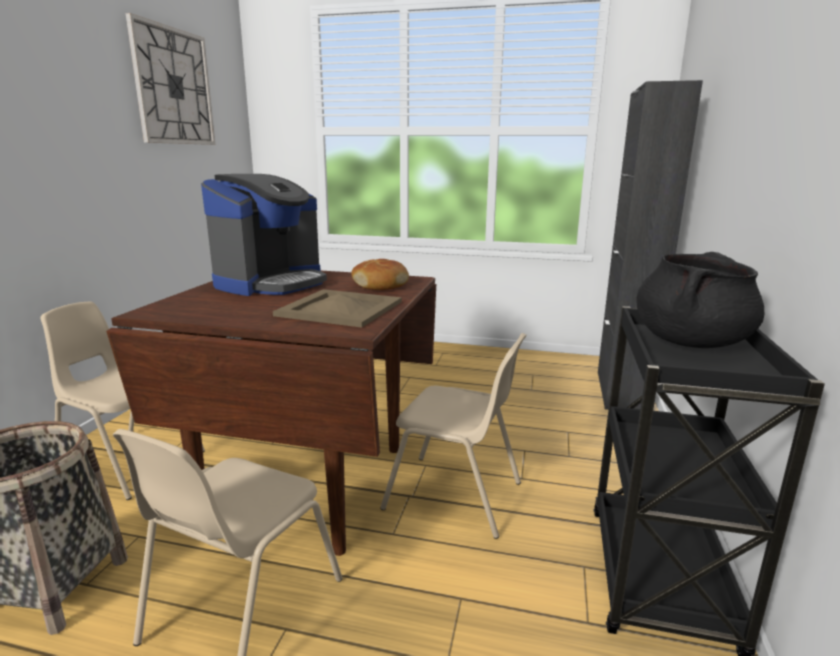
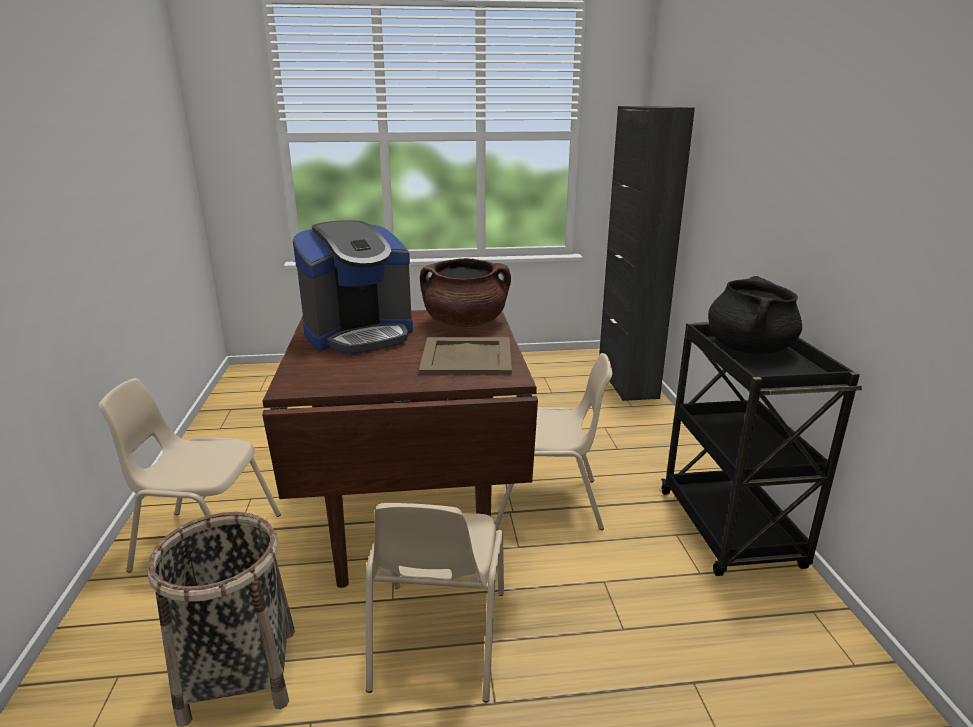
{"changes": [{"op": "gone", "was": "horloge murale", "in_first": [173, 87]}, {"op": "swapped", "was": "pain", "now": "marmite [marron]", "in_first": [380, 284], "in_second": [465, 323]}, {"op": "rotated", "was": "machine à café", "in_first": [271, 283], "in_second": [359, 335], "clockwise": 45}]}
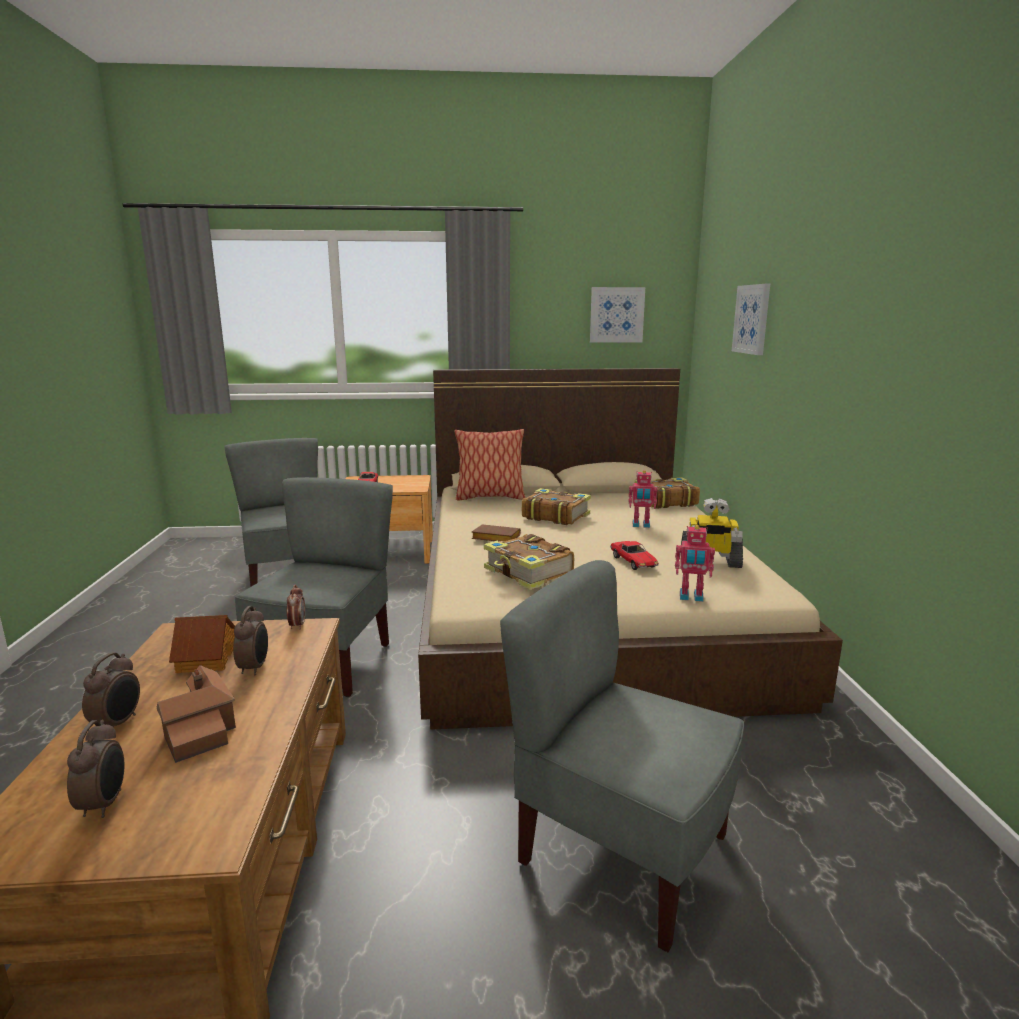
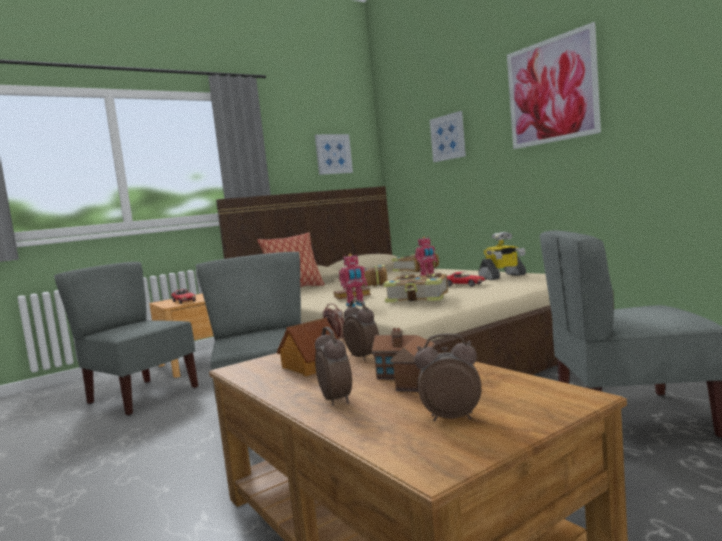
{"changes": [{"op": "new", "now": "tableau", "in_second": [551, 91]}, {"op": "shifted", "was": "robot jouet", "in_first": [691, 597], "in_second": [356, 305]}, {"op": "rotated", "was": "réveil", "in_first": [105, 804], "in_second": [451, 417], "clockwise": -45}]}
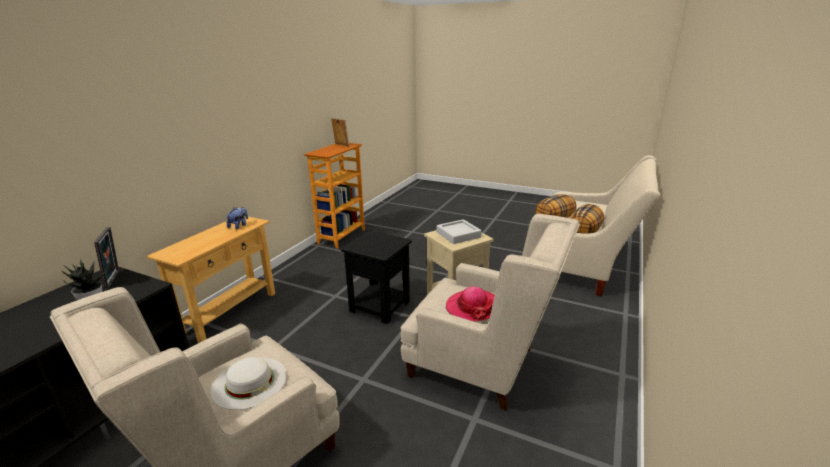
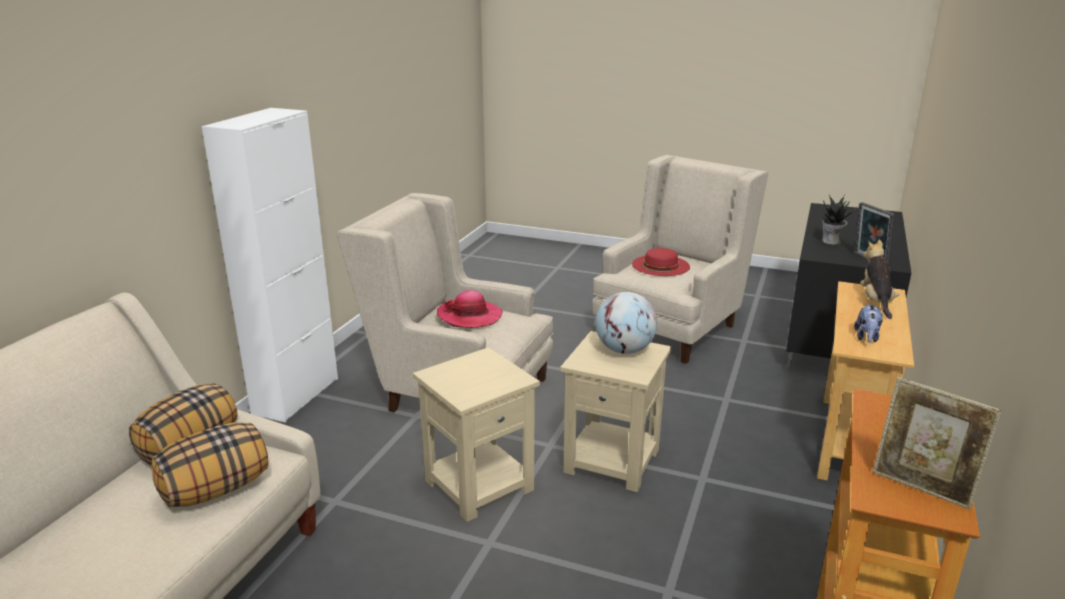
{"changes": [{"op": "gone", "was": "plateau [gris]", "in_first": [458, 235]}, {"op": "new", "now": "meuble de rangement [blanc]", "in_second": [296, 396]}, {"op": "new", "now": "globe", "in_second": [624, 350]}, {"op": "new", "now": "peluche", "in_second": [875, 302]}, {"op": "repainted", "was": "chapeau [blanc]", "now": "chapeau [rouge]", "in_first": [250, 382], "in_second": [660, 265]}, {"op": "repainted", "was": "table d'appoint [noir]", "now": "table d'appoint [beige]", "in_first": [379, 306], "in_second": [613, 461]}]}
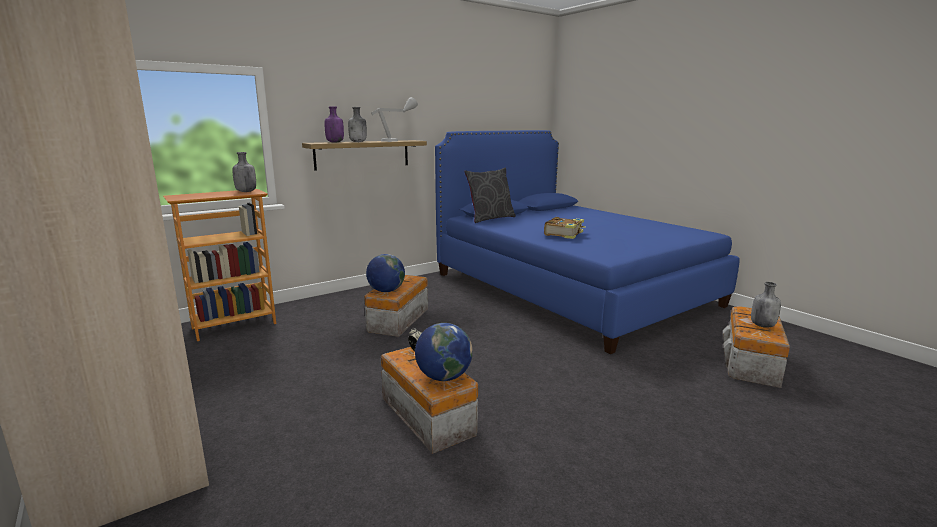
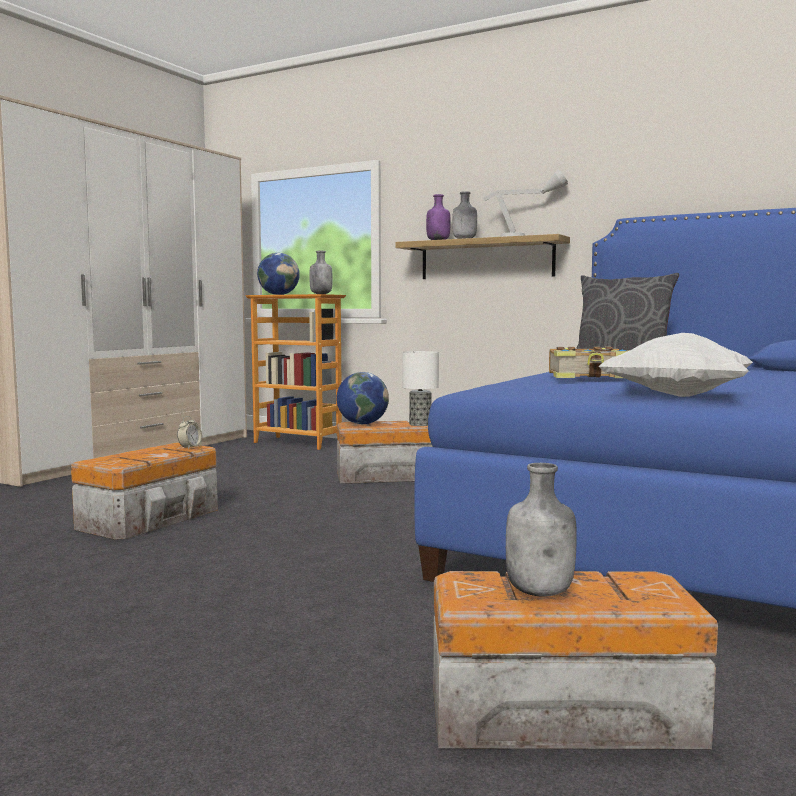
{"changes": [{"op": "new", "now": "lampe de table", "in_second": [419, 424]}, {"op": "new", "now": "coussin [blanc]", "in_second": [677, 395]}, {"op": "shifted", "was": "globe", "in_first": [443, 377], "in_second": [278, 295]}]}
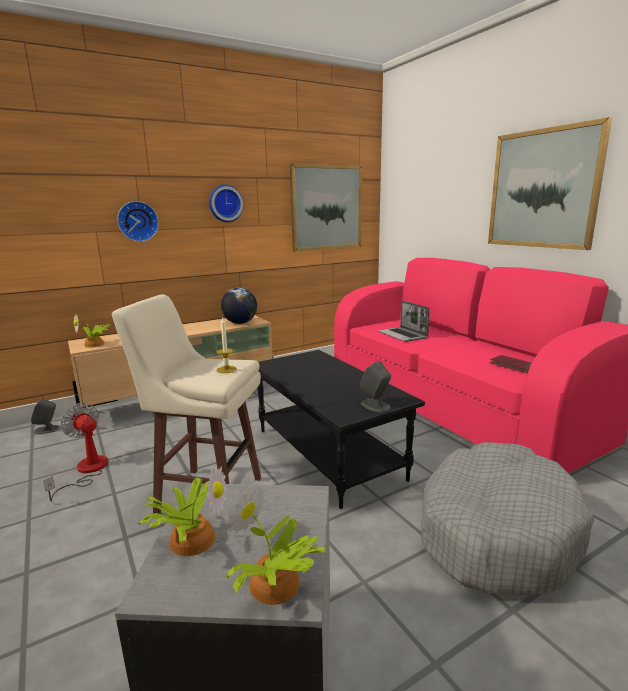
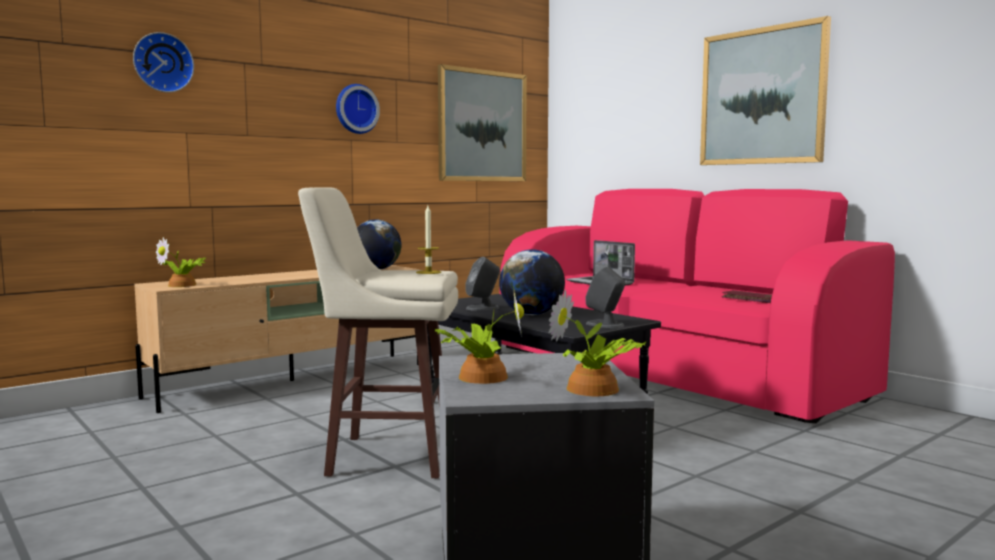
{"changes": [{"op": "gone", "was": "ventilateur", "in_first": [86, 471]}, {"op": "gone", "was": "panier pour chien [gris]", "in_first": [495, 530]}, {"op": "new", "now": "globe", "in_second": [531, 314]}, {"op": "shifted", "was": "enceinte [gris]", "in_first": [47, 429], "in_second": [483, 308]}, {"op": "shifted", "was": "horloge murale", "in_first": [137, 221], "in_second": [162, 63]}]}
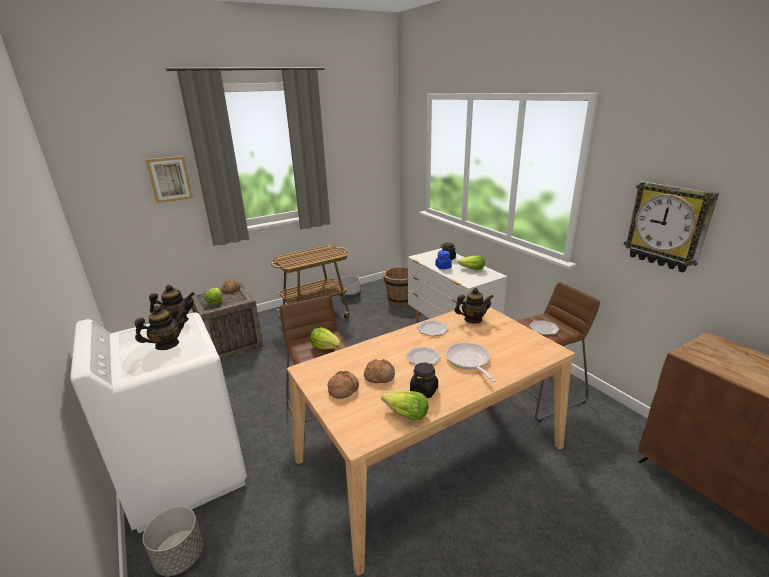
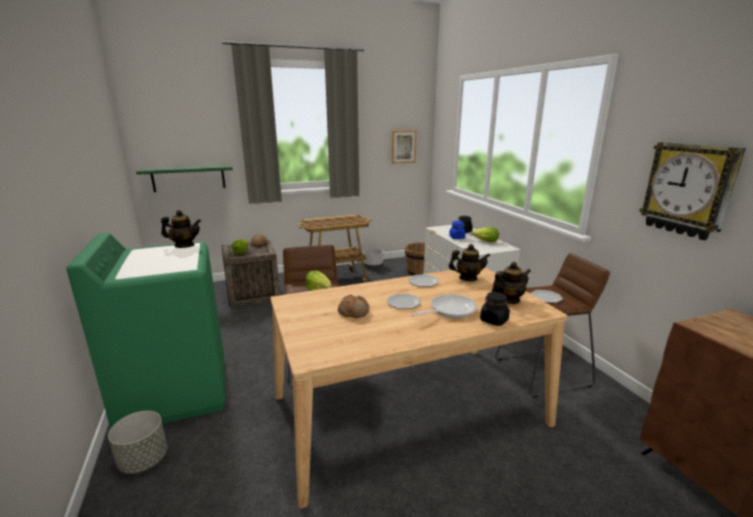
{"changes": [{"op": "gone", "was": "pain", "in_first": [343, 389]}, {"op": "gone", "was": "laitue", "in_first": [406, 414]}, {"op": "new", "now": "étagère [vert]", "in_second": [188, 178]}, {"op": "shifted", "was": "théière", "in_first": [167, 345], "in_second": [508, 300]}, {"op": "shifted", "was": "tableau", "in_first": [170, 179], "in_second": [403, 146]}, {"op": "shifted", "was": "bocal [noir]", "in_first": [424, 390], "in_second": [494, 320]}, {"op": "repainted", "was": "lave-linge [blanc]", "now": "lave-linge [vert]", "in_first": [185, 472], "in_second": [175, 391]}, {"op": "rotated", "was": "poêle", "in_first": [469, 361], "in_second": [449, 310], "clockwise": 60}]}
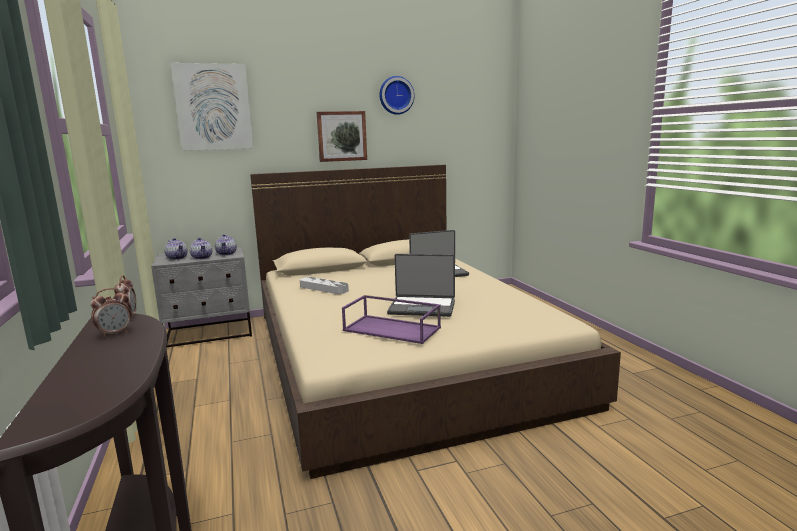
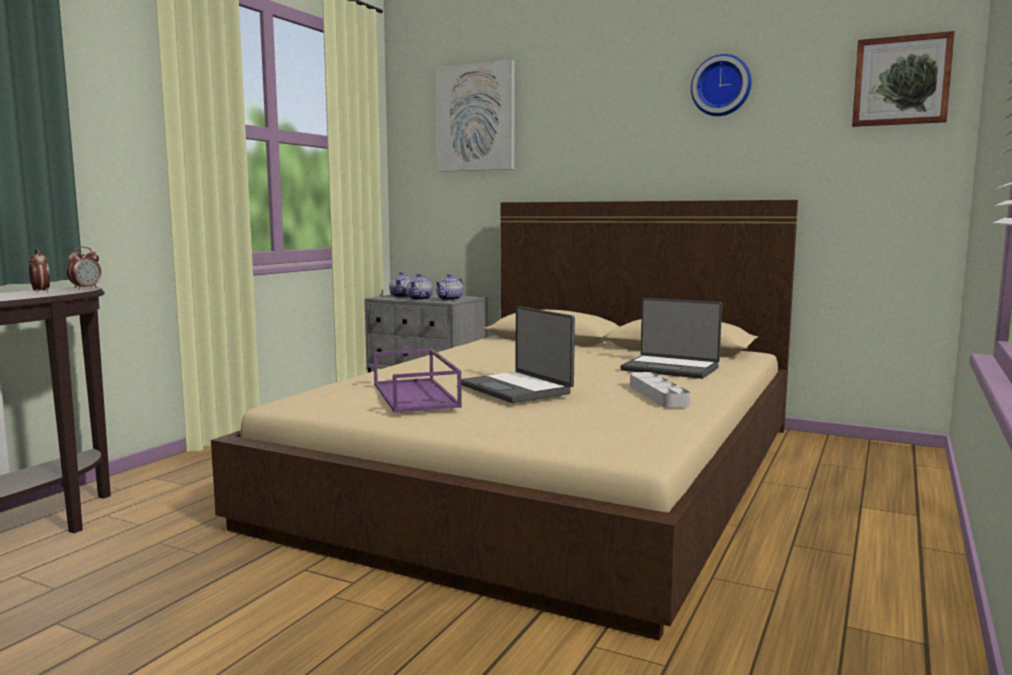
{"changes": [{"op": "shifted", "was": "plateau [gris]", "in_first": [323, 288], "in_second": [658, 395]}, {"op": "shifted", "was": "tableau", "in_first": [341, 136], "in_second": [901, 81]}, {"op": "rotated", "was": "réveil", "in_first": [115, 333], "in_second": [40, 292], "clockwise": -135}]}
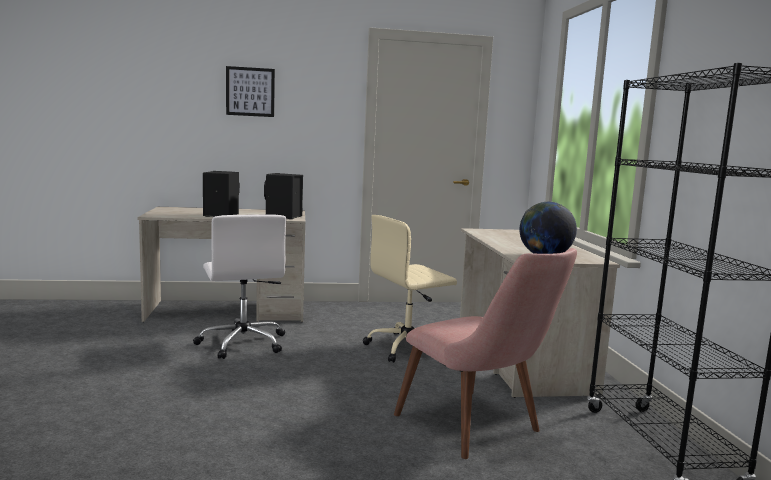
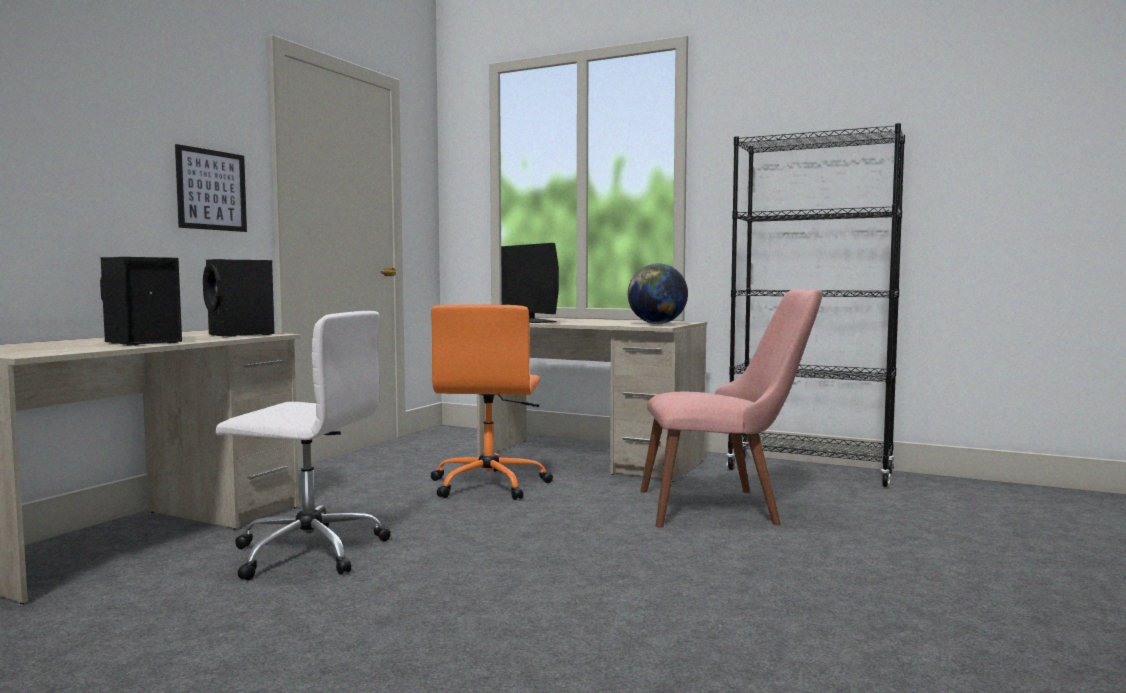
{"changes": [{"op": "new", "now": "écran d'ordinateur", "in_second": [530, 321]}, {"op": "shifted", "was": "tableau", "in_first": [250, 92], "in_second": [211, 190]}, {"op": "repainted", "was": "chaise de bureau [beige]", "now": "chaise de bureau [orange]", "in_first": [408, 348], "in_second": [489, 485]}]}
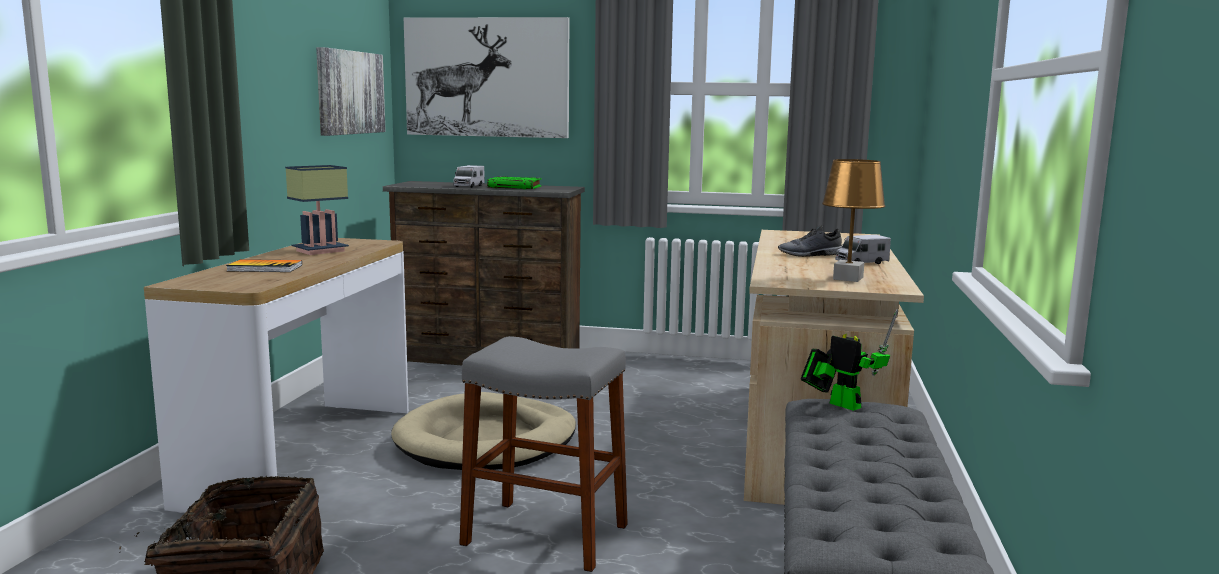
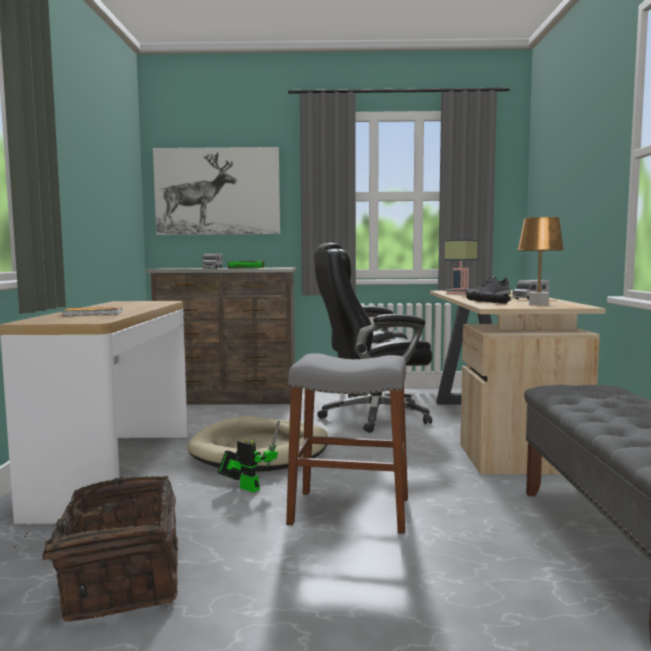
{"changes": [{"op": "gone", "was": "tableau", "in_first": [349, 92]}, {"op": "new", "now": "chaise de bureau [noir]", "in_second": [372, 416]}, {"op": "new", "now": "lampe de poche [noir]", "in_second": [487, 302]}, {"op": "shifted", "was": "lampe de table", "in_first": [321, 250], "in_second": [459, 293]}, {"op": "shifted", "was": "robot jouet", "in_first": [840, 404], "in_second": [247, 488]}]}
